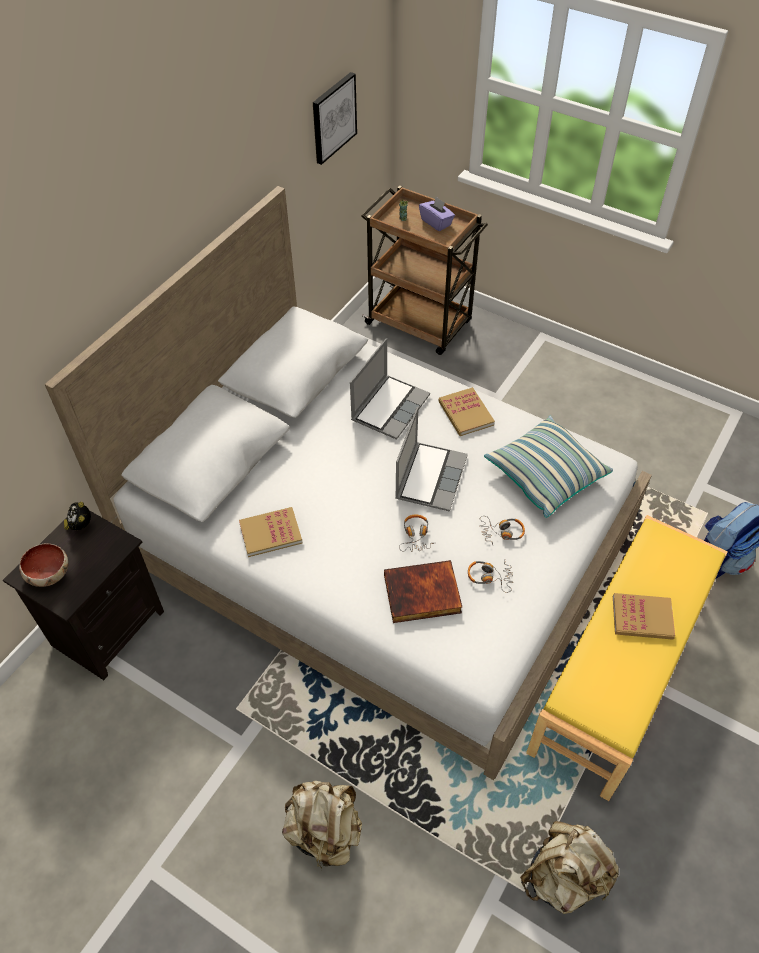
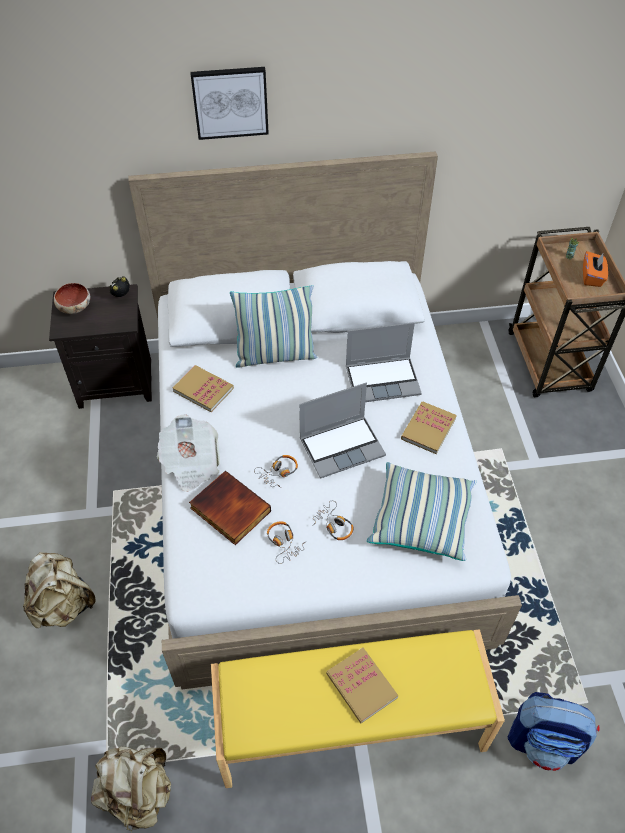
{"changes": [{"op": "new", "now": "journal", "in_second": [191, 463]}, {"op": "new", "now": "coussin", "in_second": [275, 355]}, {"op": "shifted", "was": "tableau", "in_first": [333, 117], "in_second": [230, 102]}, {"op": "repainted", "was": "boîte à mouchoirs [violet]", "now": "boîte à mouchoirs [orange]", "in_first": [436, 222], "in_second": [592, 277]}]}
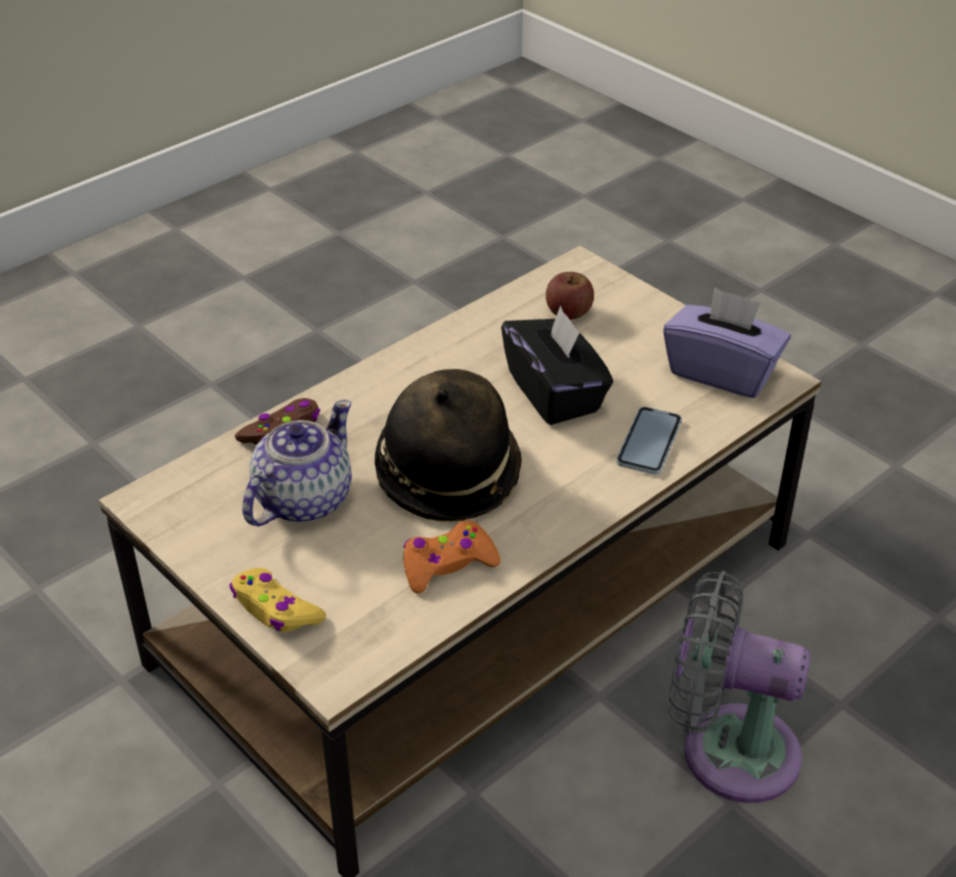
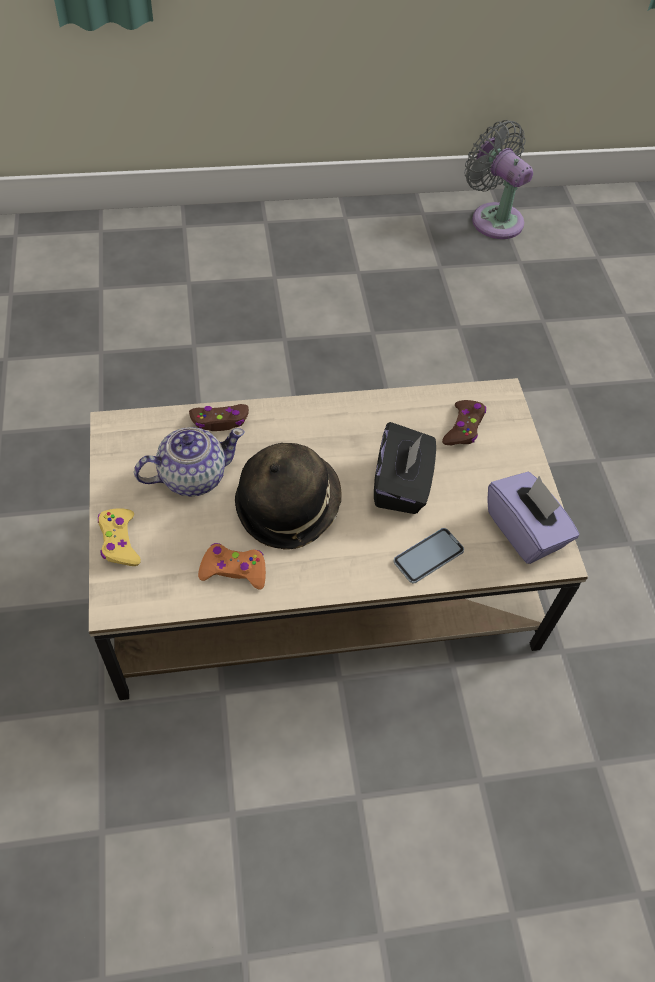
{"changes": [{"op": "shifted", "was": "ventilateur [gris]", "in_first": [727, 749], "in_second": [493, 218]}, {"op": "swapped", "was": "pomme", "now": "manette [marron]", "in_first": [568, 312], "in_second": [463, 428]}]}
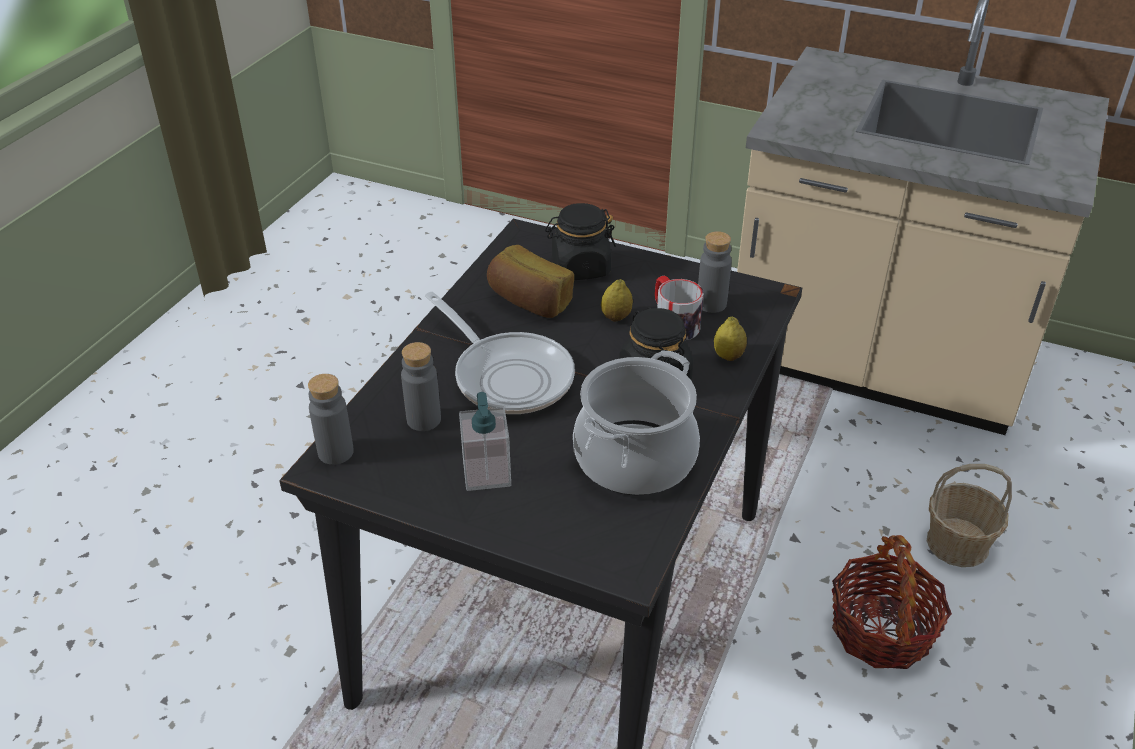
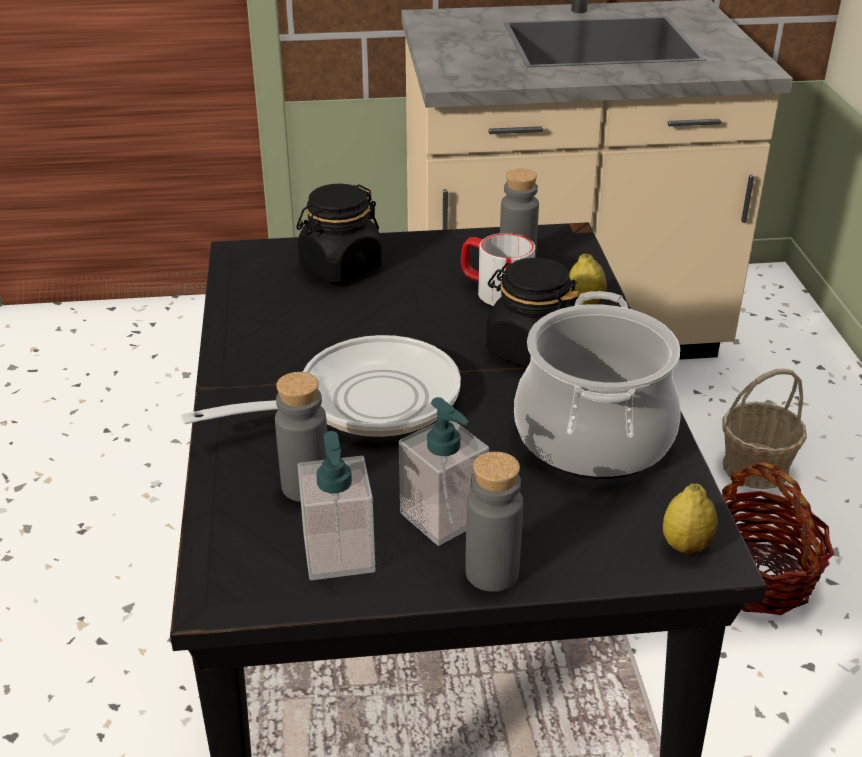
{"changes": [{"op": "gone", "was": "pain", "in_first": [530, 301]}, {"op": "new", "now": "distributeur de savon", "in_second": [339, 554]}, {"op": "shifted", "was": "bouteille [gris]", "in_first": [335, 452], "in_second": [492, 573]}, {"op": "shifted", "was": "citron", "in_first": [616, 317], "in_second": [686, 546]}, {"op": "rotated", "was": "poêle", "in_first": [508, 375], "in_second": [364, 402], "clockwise": -45}]}
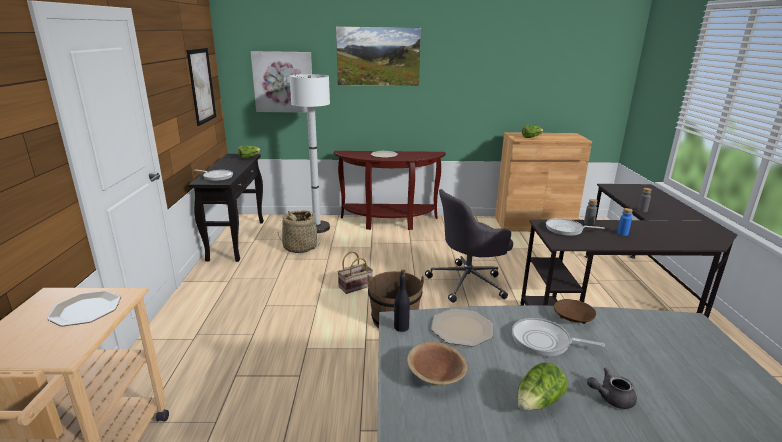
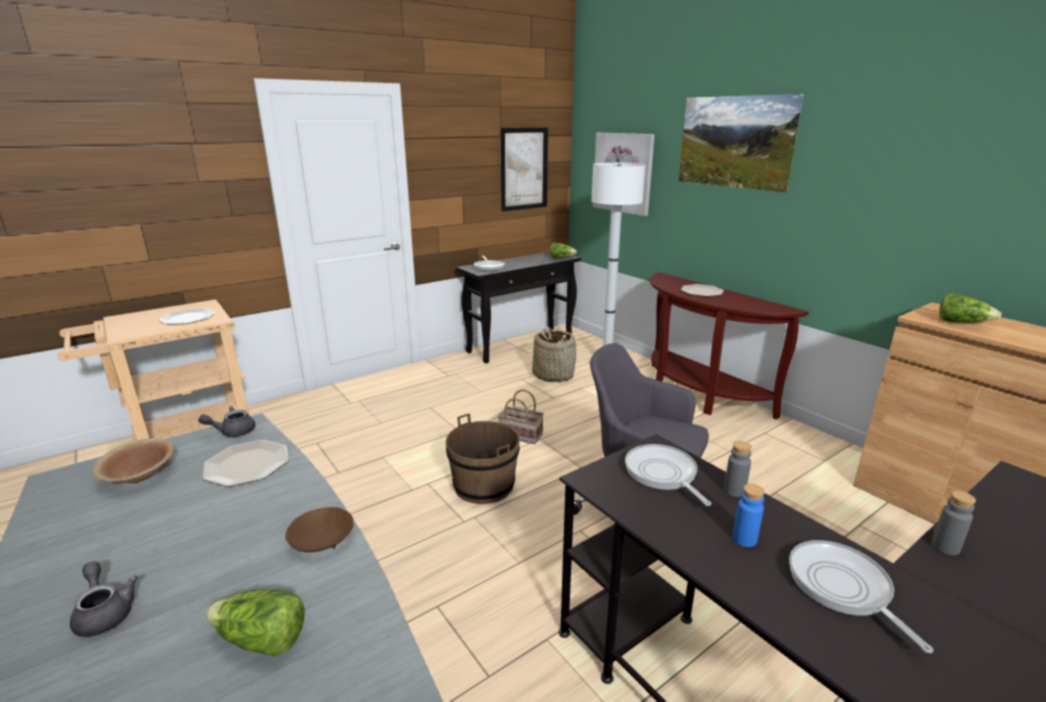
{"changes": [{"op": "shifted", "was": "poêle", "in_first": [544, 341], "in_second": [842, 588]}, {"op": "shifted", "was": "laitue", "in_first": [538, 402], "in_second": [261, 640]}, {"op": "swapped", "was": "bouteille [noir]", "now": "théière [gris]", "in_first": [401, 327], "in_second": [233, 431]}]}
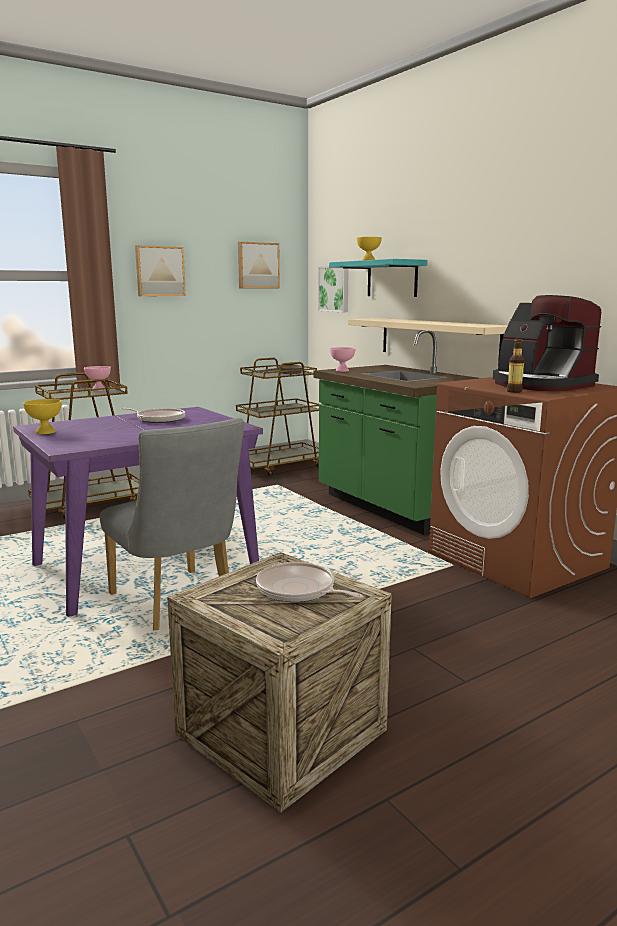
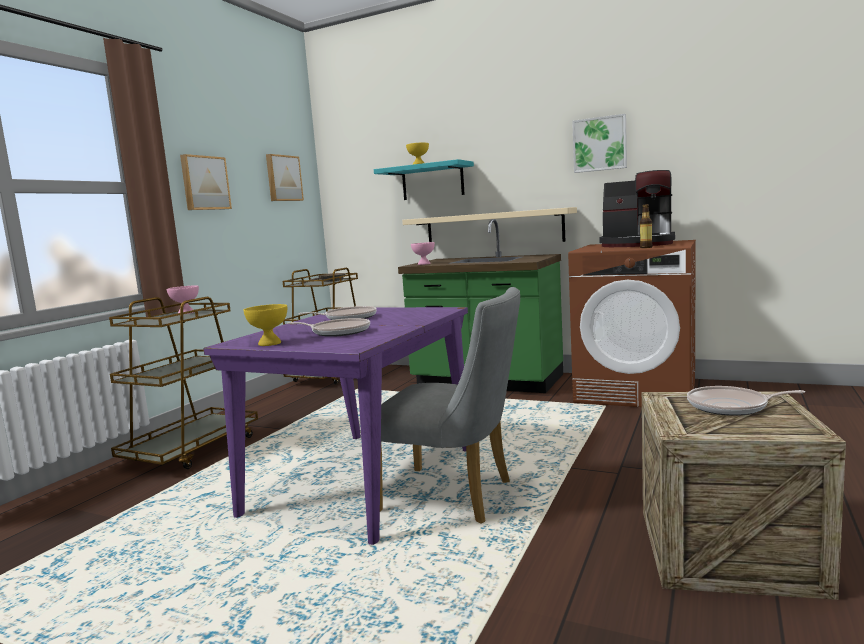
{"changes": [{"op": "new", "now": "poêle", "in_second": [338, 332]}, {"op": "shifted", "was": "tableau", "in_first": [334, 289], "in_second": [600, 144]}]}
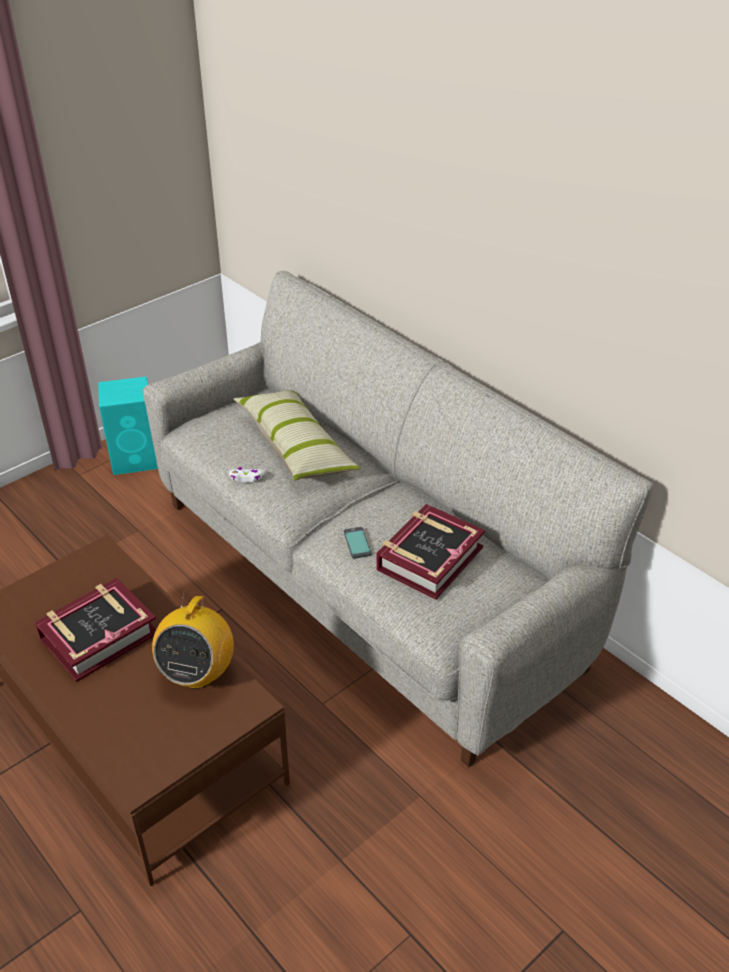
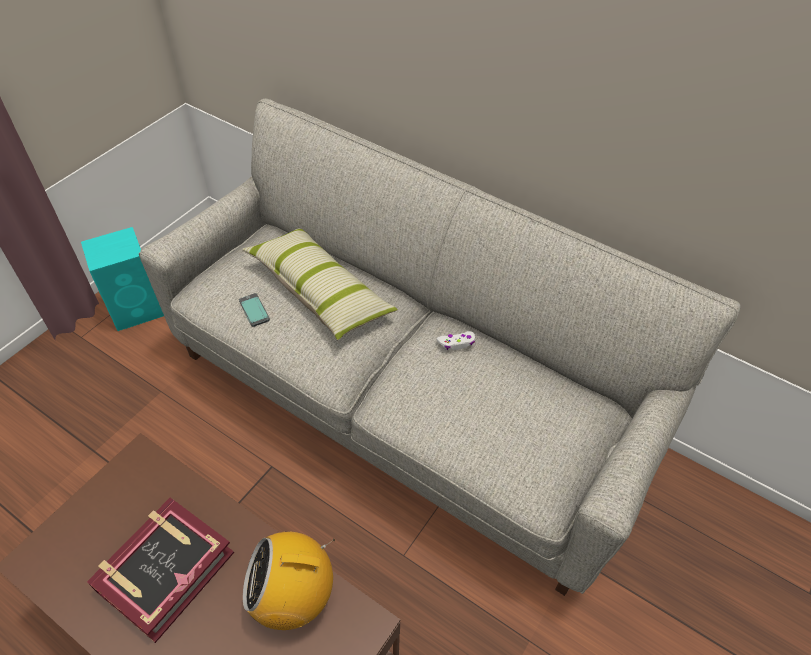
{"changes": [{"op": "gone", "was": "livre", "in_first": [429, 558]}, {"op": "shifted", "was": "manette [blanc]", "in_first": [247, 478], "in_second": [457, 343]}, {"op": "shifted", "was": "téléphone", "in_first": [357, 543], "in_second": [254, 310]}, {"op": "rotated", "was": "radio", "in_first": [197, 673], "in_second": [292, 597], "clockwise": 90}]}
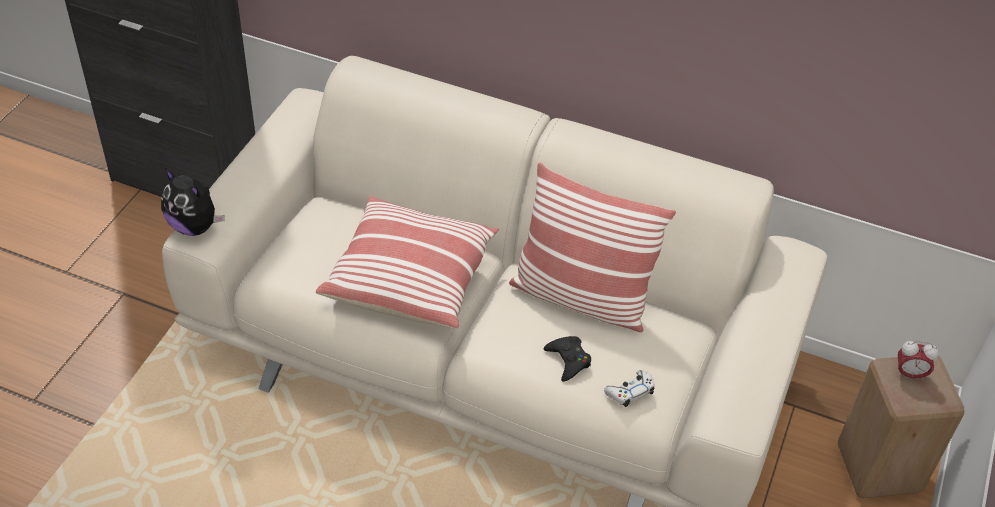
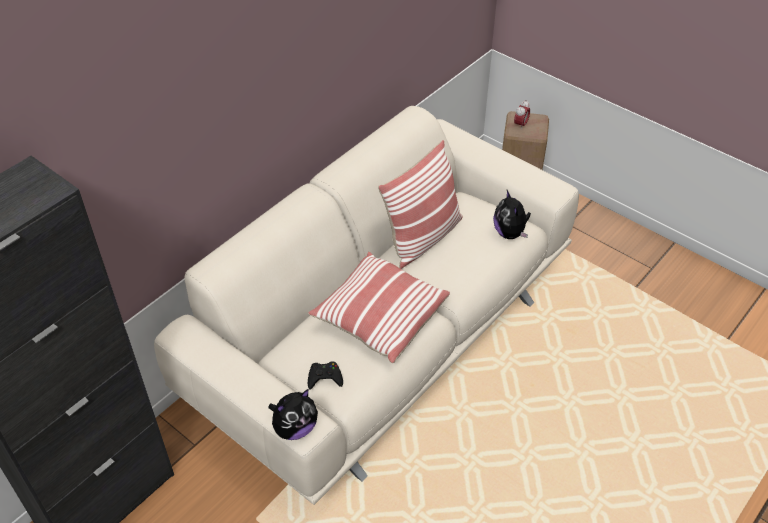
{"changes": [{"op": "shifted", "was": "manette [noir]", "in_first": [568, 360], "in_second": [325, 378]}, {"op": "swapped", "was": "manette [blanc]", "now": "peluche", "in_first": [630, 392], "in_second": [510, 233]}]}
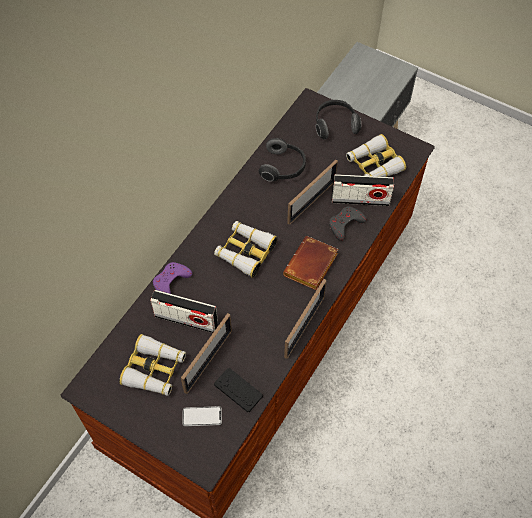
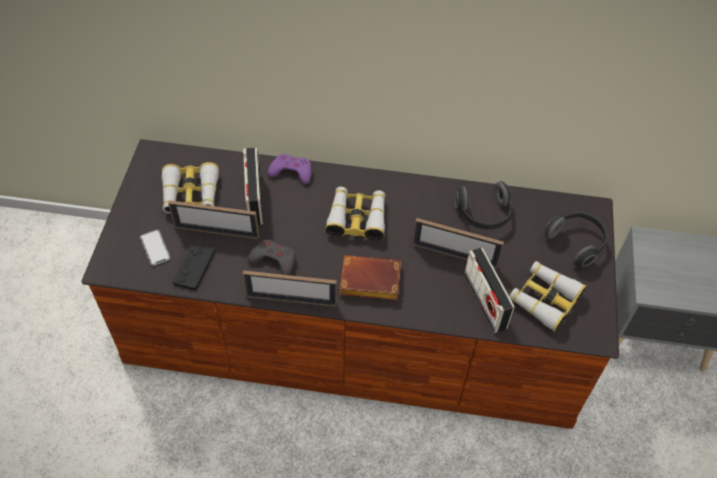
{"changes": [{"op": "shifted", "was": "manette [gris]", "in_first": [345, 224], "in_second": [274, 260]}]}
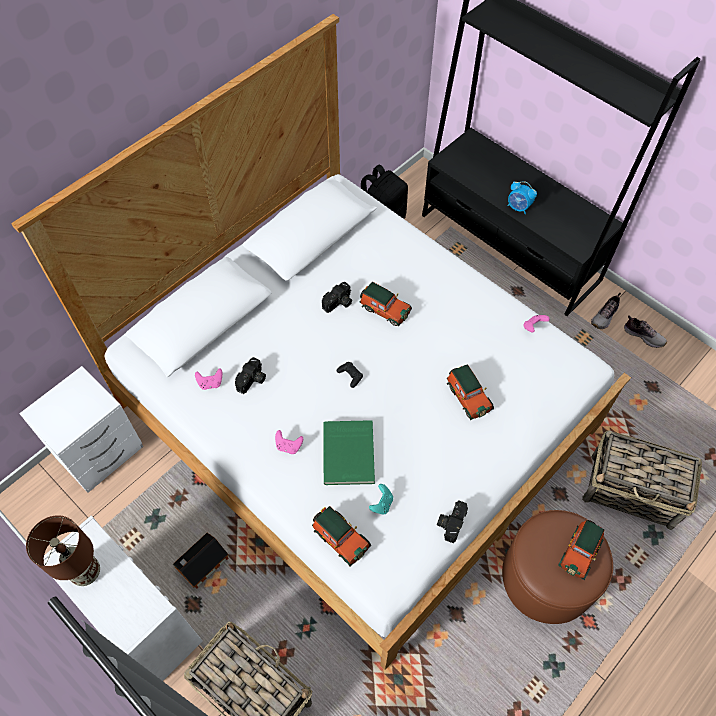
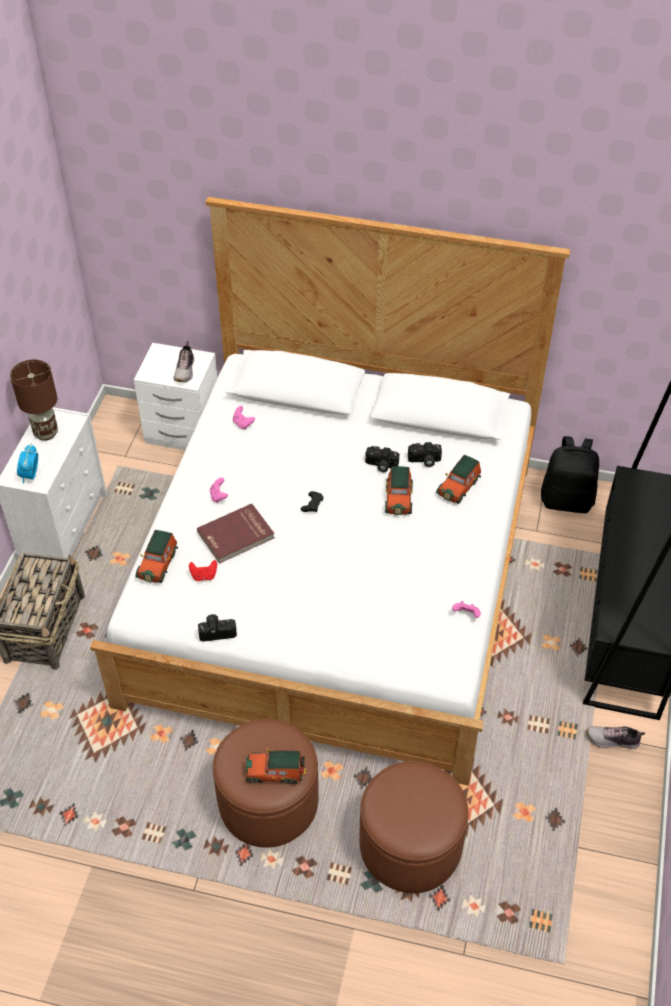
{"changes": [{"op": "gone", "was": "maison miniature", "in_first": [202, 565]}, {"op": "shifted", "was": "appareil photo", "in_first": [252, 381], "in_second": [424, 461]}, {"op": "shifted", "was": "petite voiture", "in_first": [467, 396], "in_second": [459, 486]}, {"op": "shifted", "was": "réveil", "in_first": [518, 207], "in_second": [30, 475]}, {"op": "shifted", "was": "chaussure", "in_first": [643, 335], "in_second": [185, 370]}, {"op": "swapped", "was": "panier", "now": "pouf [marron]", "in_first": [632, 492], "in_second": [410, 845]}, {"op": "repainted", "was": "livre [vert]", "now": "livre [rouge]", "in_first": [350, 453], "in_second": [236, 536]}, {"op": "repainted", "was": "manette [turquoise]", "now": "manette [rouge]", "in_first": [382, 504], "in_second": [204, 576]}]}
